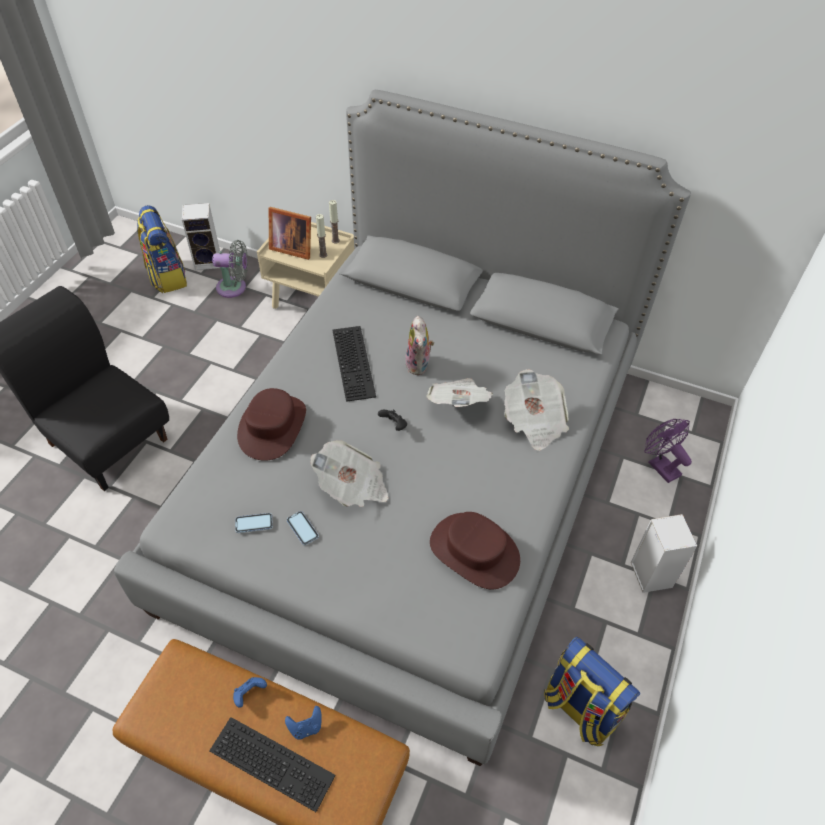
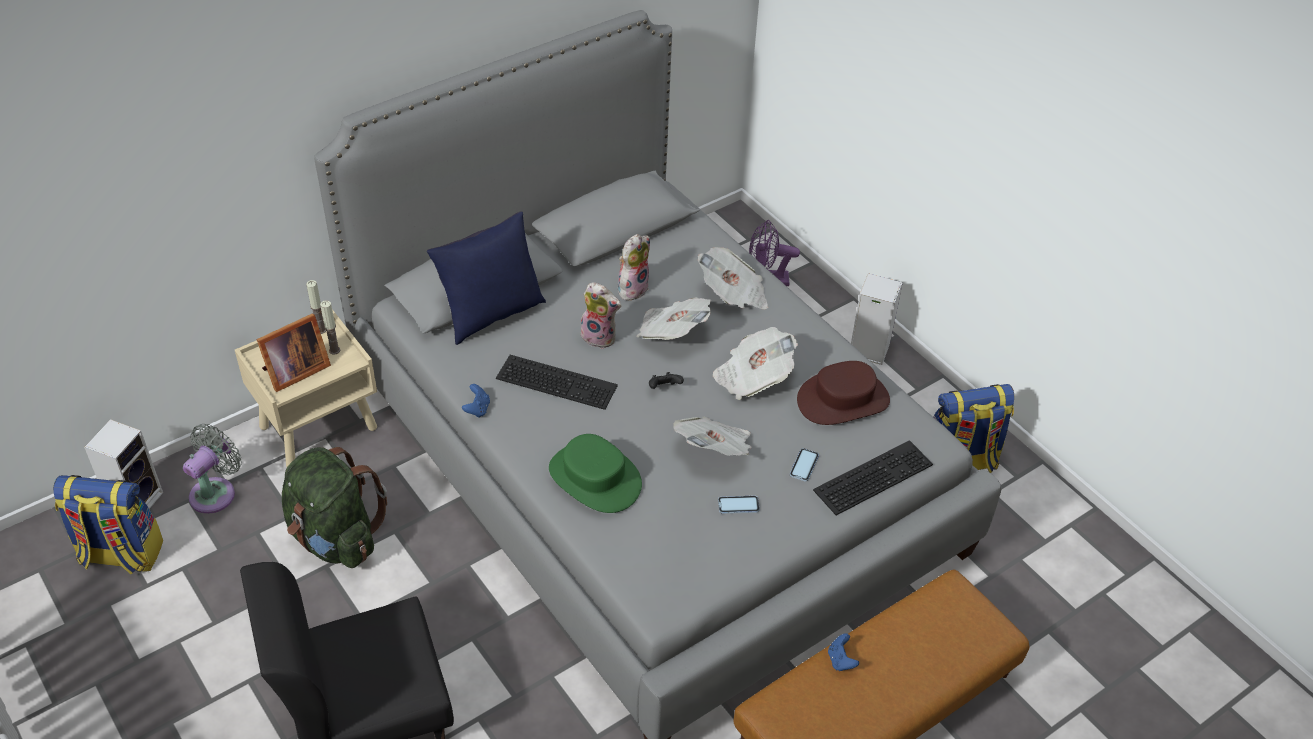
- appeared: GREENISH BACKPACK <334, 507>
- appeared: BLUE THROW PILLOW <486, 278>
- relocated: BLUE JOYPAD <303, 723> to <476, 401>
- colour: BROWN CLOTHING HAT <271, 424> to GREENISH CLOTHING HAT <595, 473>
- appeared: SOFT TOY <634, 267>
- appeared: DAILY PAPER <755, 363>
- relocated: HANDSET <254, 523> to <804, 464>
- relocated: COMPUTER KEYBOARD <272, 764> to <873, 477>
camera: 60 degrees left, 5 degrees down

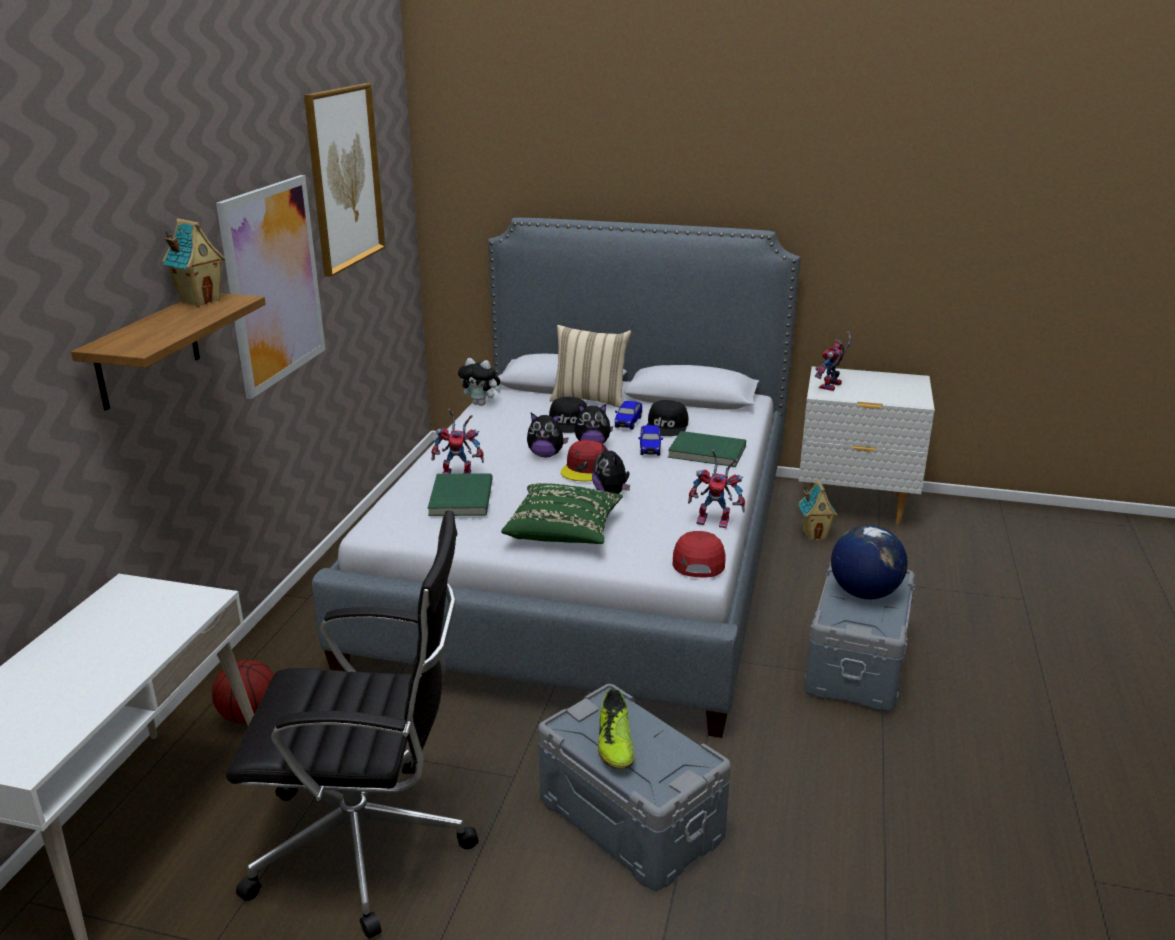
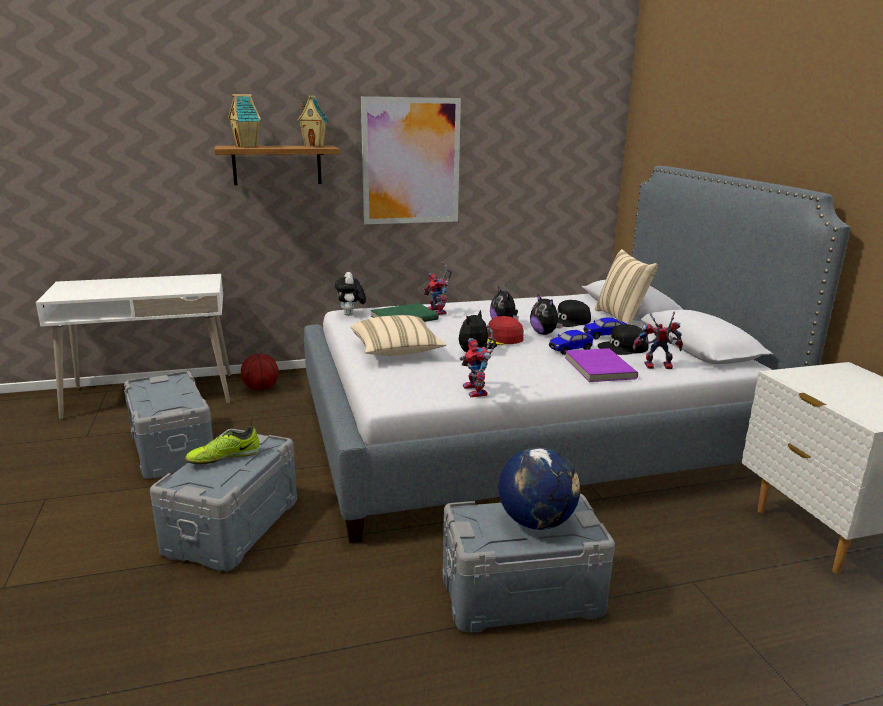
- exchanged: BLACK COMPUTER CHAIR <352, 724> to GRAY STORAGE BOX <168, 425>
- relocated: TOY HOUSE <818, 509> to <244, 120>
- relocated: SOFT TOY <479, 382> to <350, 294>
- colour: GREENISH THROW PILLOW <562, 513> to BEIGE THROW PILLOW <398, 335>
- colour: GREENISH VOLUME <707, 449> to PURPLE VOLUME <601, 365>
- relocated: TOY ROBOT <833, 361> to <658, 340>
- missing: WALL PICTURE <344, 180>
- missing: RED BASEBALL CAP <699, 554>
camera: 60 degrees right, 5 degrees down

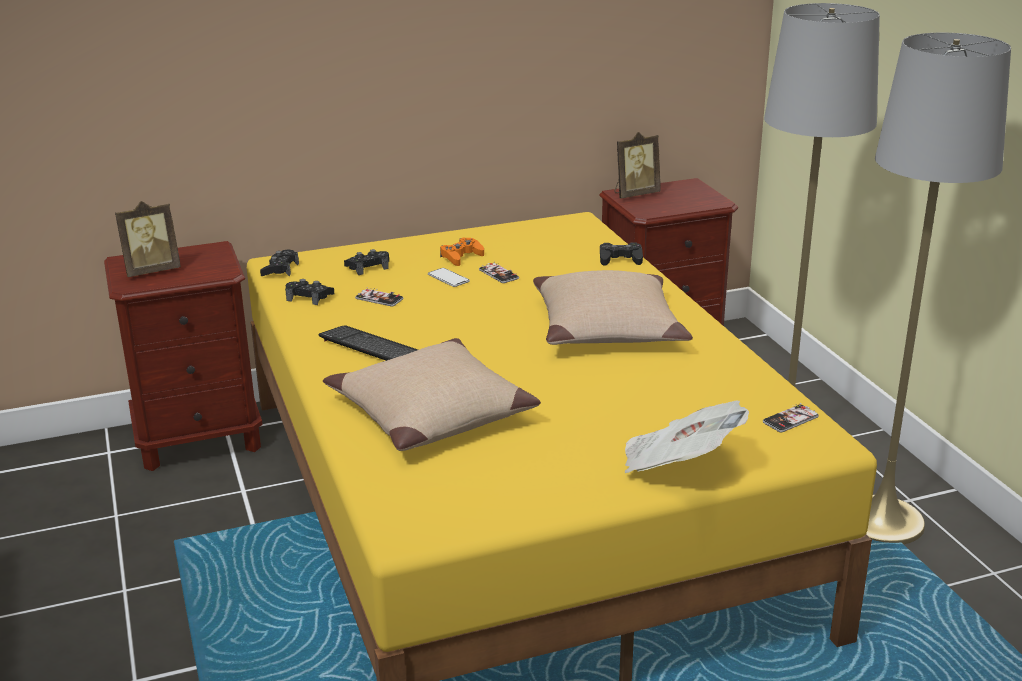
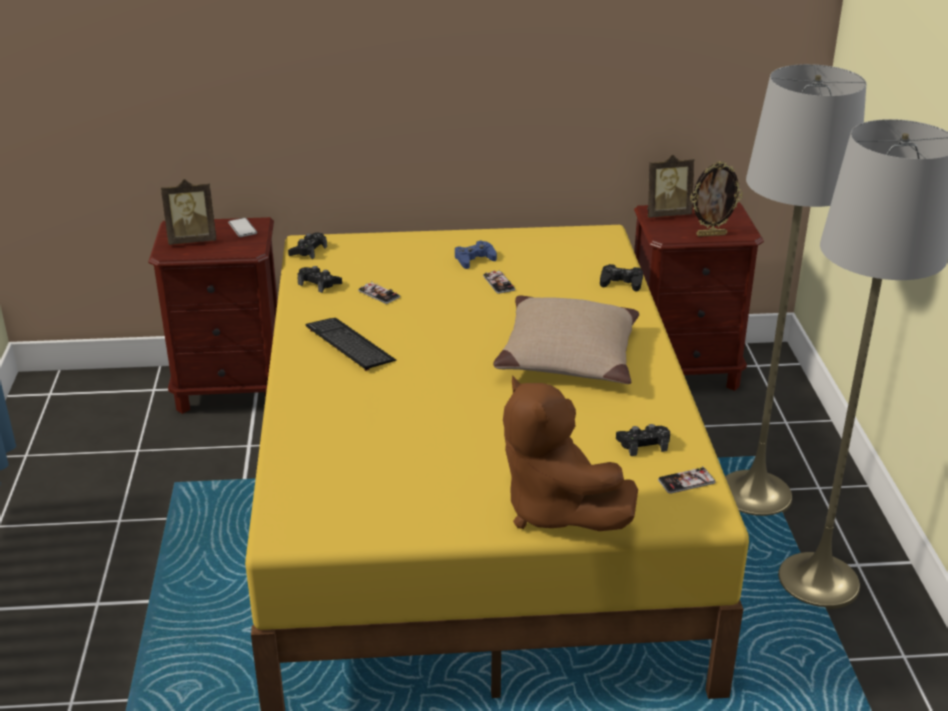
- relocated: HANDSET <449, 277> to <242, 227>
- colour: ORANGEY JOYPAD <462, 251> to BLUE JOYPAD <476, 255>
- exchanged: DAILY PAPER <686, 436> to BROWN SOFT TOY <570, 453>
- relocated: BLACK JOYPAD <366, 262> to <643, 440>
- appeared: PHOTO FRAME <716, 199>
- missing: BEIGE THROW PILLOW <432, 394>
camera: 15 degrees right, 5 degrees up

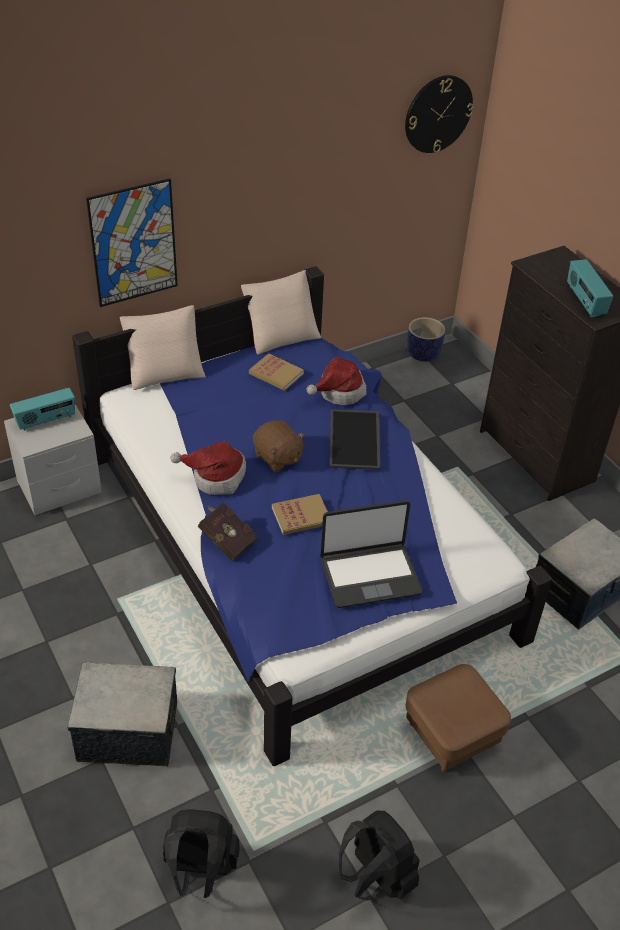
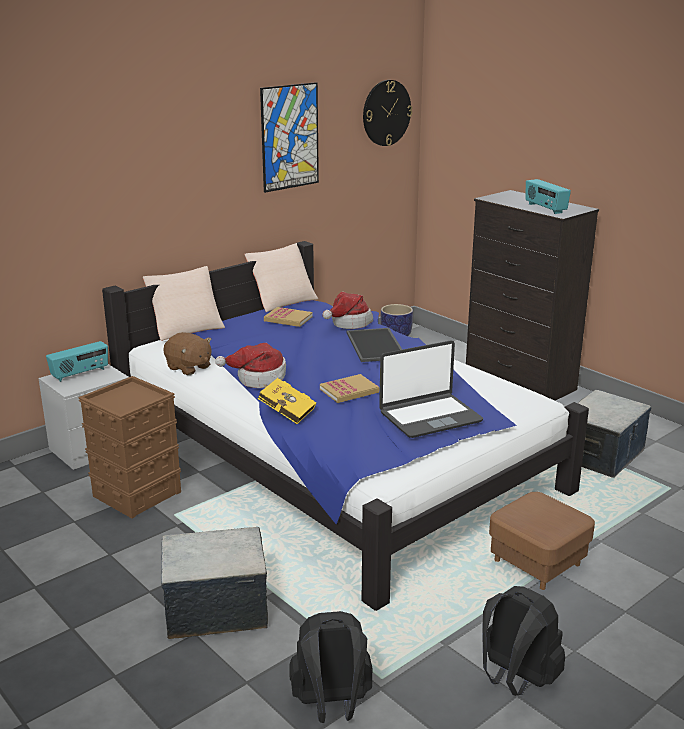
- appeared: BROWN STORAGE BOX <129, 447>
- relocated: BROWN SOFT TOY <279, 446> to <187, 353>
- colour: RED VOLUME <227, 532> to YELLOWISH VOLUME <287, 401>
- relocated: WALL PICTURE <132, 242> to <289, 137>
camera: 10 degrees left, 20 degrees down

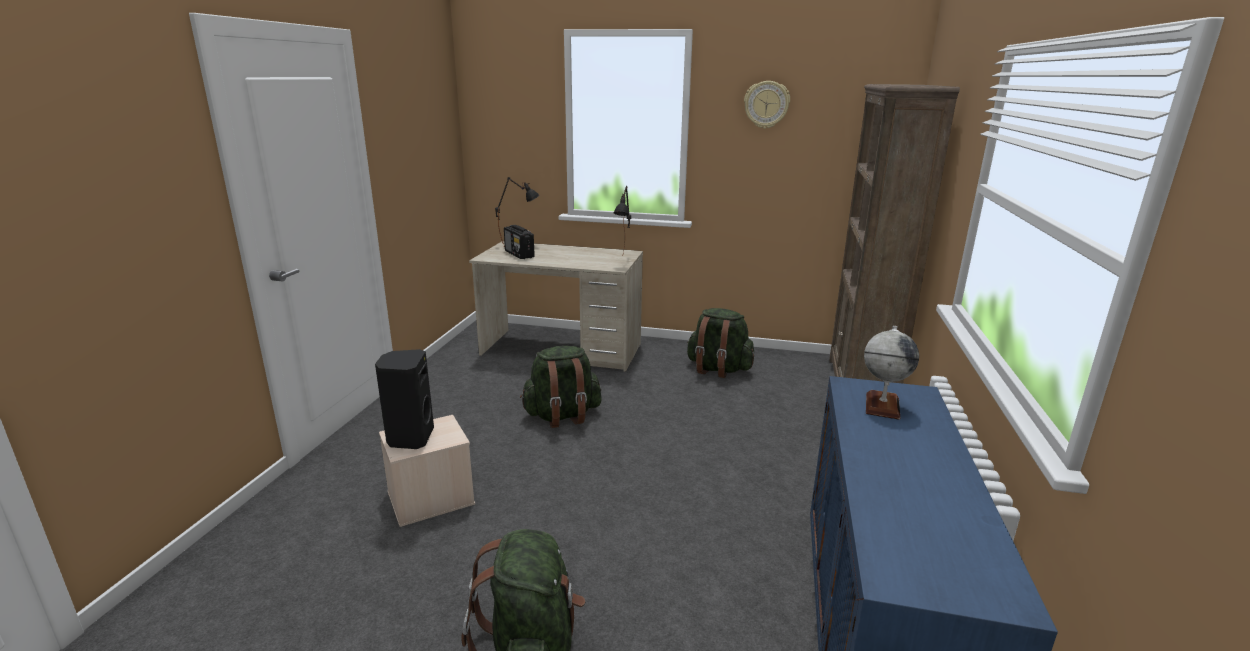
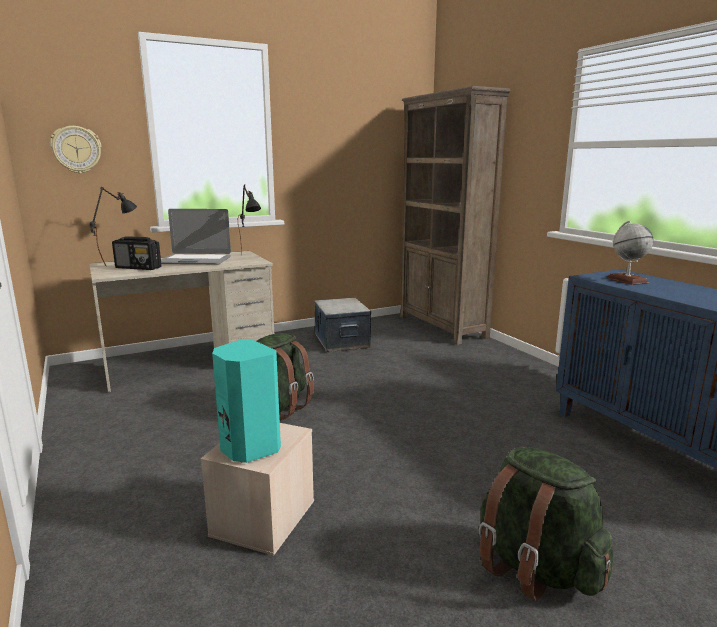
- relocated: CLOCK ON THE WALL <767, 105> to <75, 150>
- appeared: PORTABLE COMPUTER <196, 236>
- colour: BLACK LOUDSPEAKER <404, 399> to TURQUOISE LOUDSPEAKER <246, 401>
- exchanged: GREENISH BACKPACK <720, 343> to STORAGE BOX <342, 325>
camera: 40 degrees left, 5 degrees down

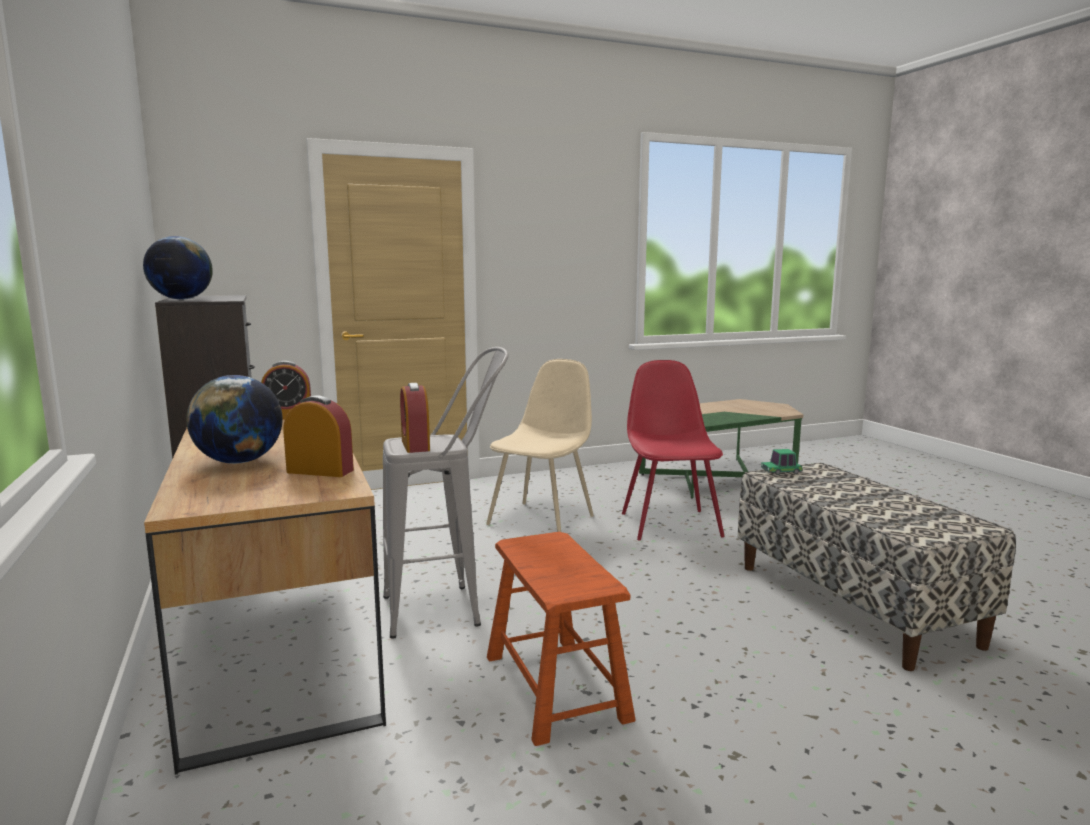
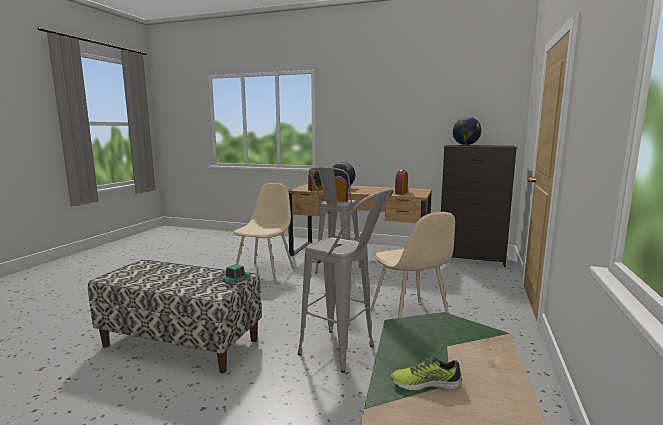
- exchanged: BROWN STOOL SEAT <561, 639> to BEIGE UPRIGHT CHAIR <264, 232>
- exchanged: RED UPRIGHT CHAIR <673, 450> to GRAY STOOL SEAT <346, 281>
- appeared: ITEM OF FOOTWEAR <426, 373>
camera: 130 degrees right, 0 degrees up

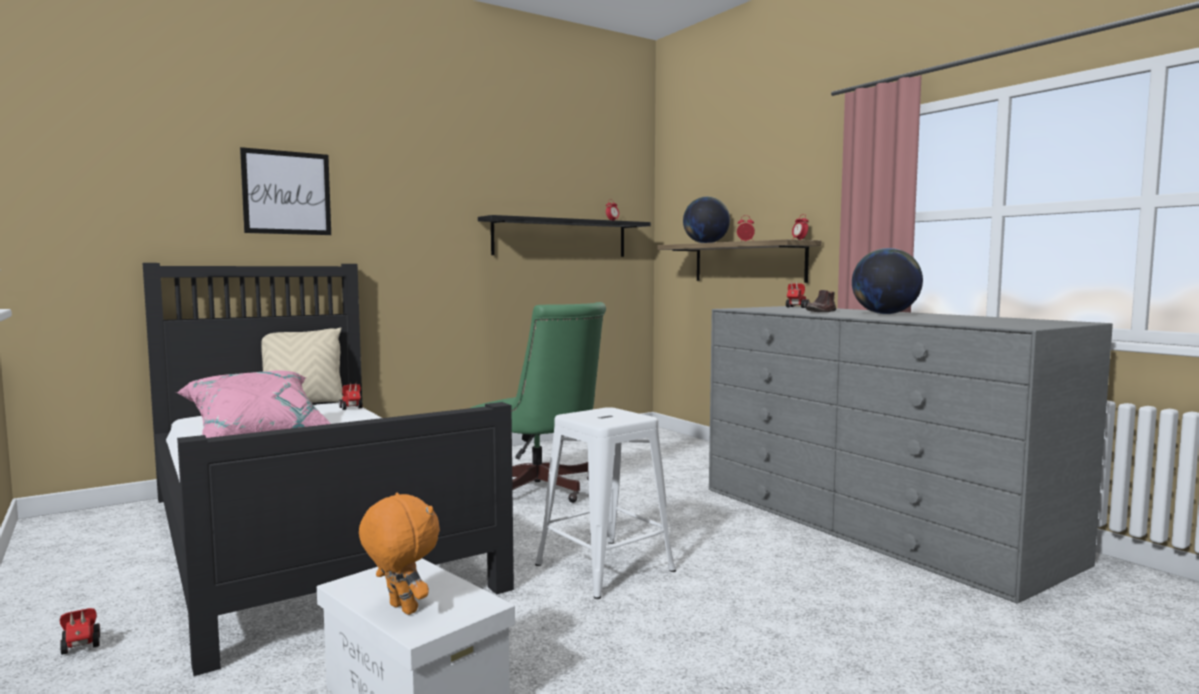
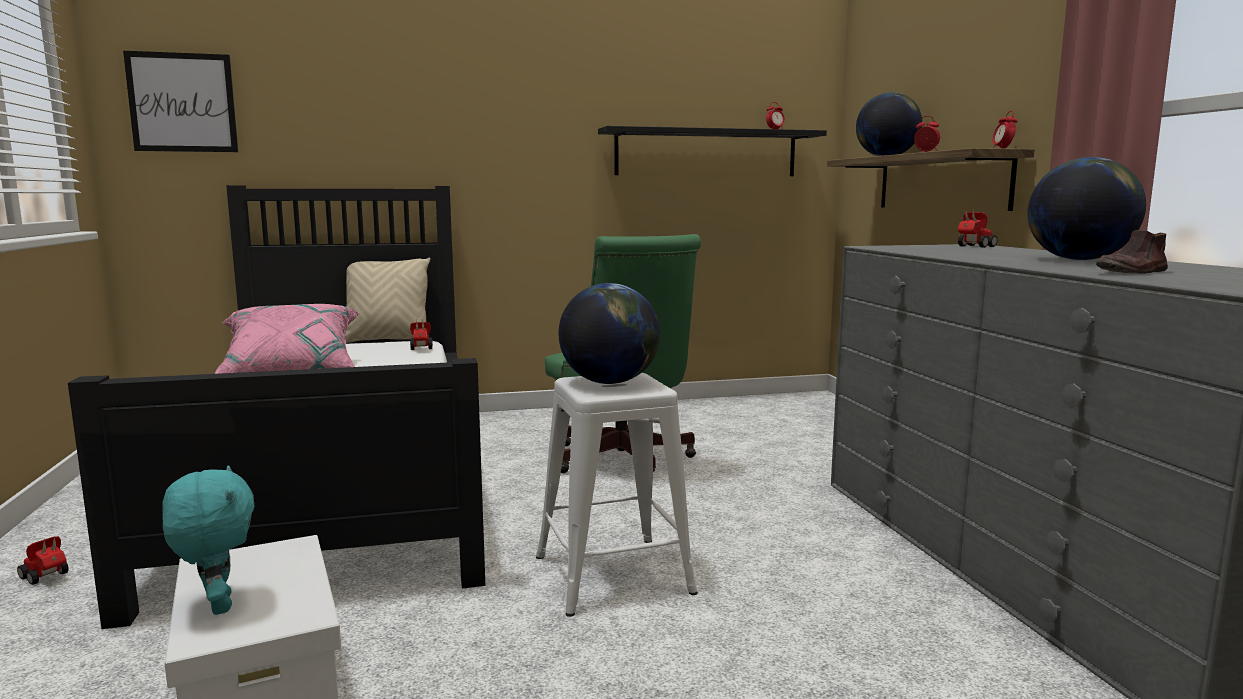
- spun: TOY CAR <80, 631> = <43, 560> 45 degrees counterclockwise
- relocated: WALL PICTURE <285, 191> to <180, 101>
- colour: ORANGEY SOFT TOY <399, 554> to TURQUOISE SOFT TOY <208, 540>
- appeared: GLOBE <609, 333>
- relocated: BROWN ITEM OF FOOTWEAR <821, 301> to <1132, 252>
camera: 20 degrees right, 5 degrees up

